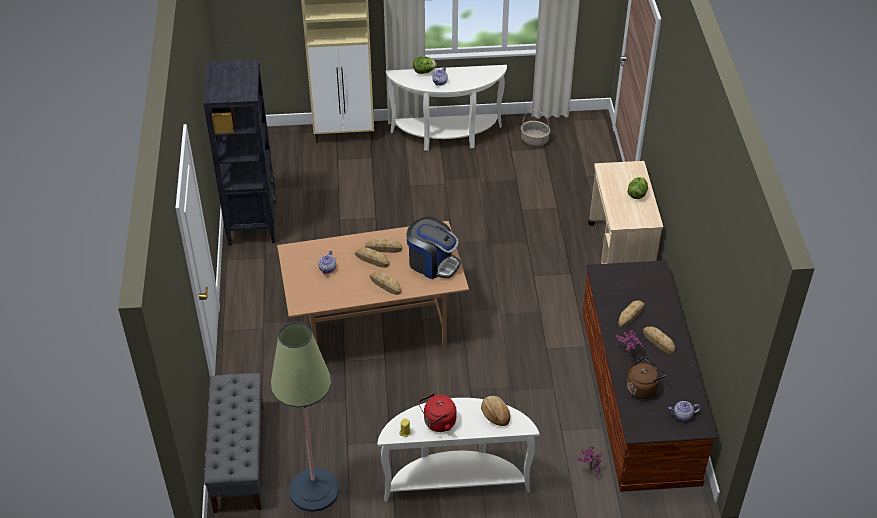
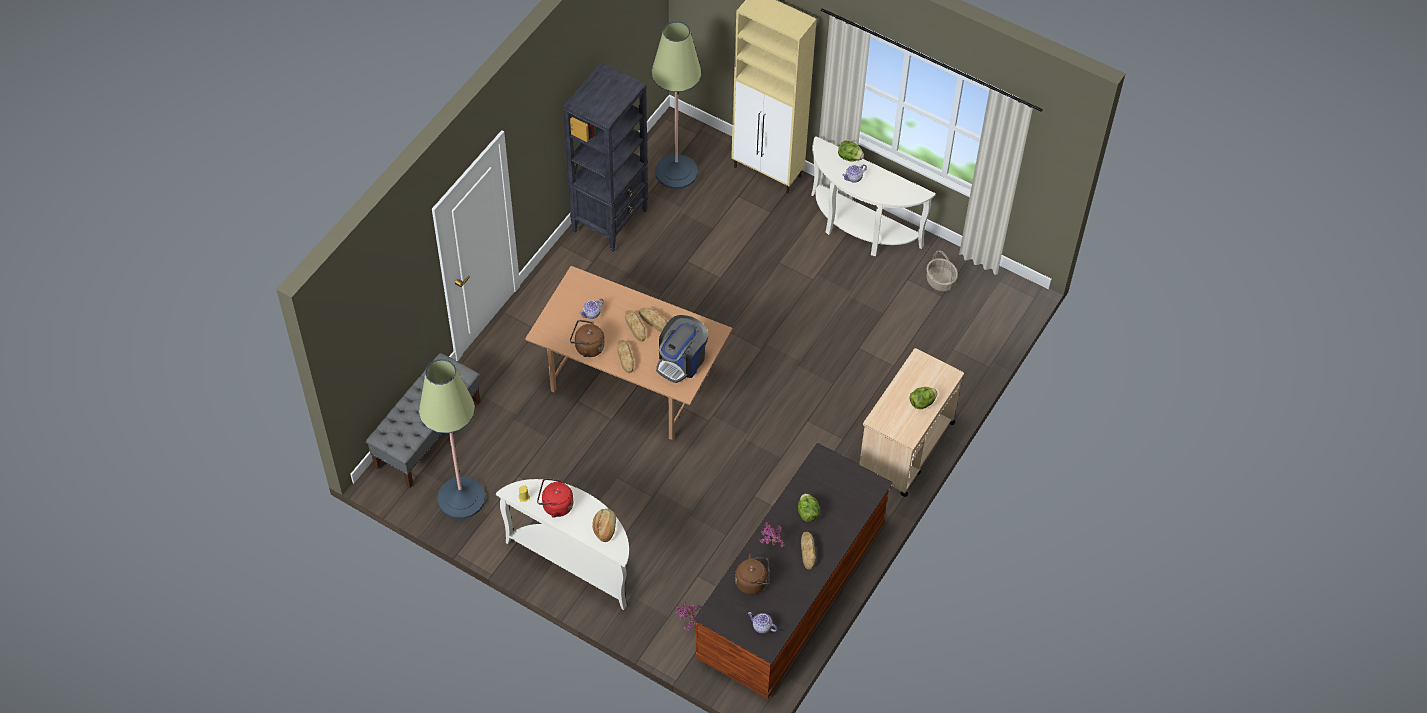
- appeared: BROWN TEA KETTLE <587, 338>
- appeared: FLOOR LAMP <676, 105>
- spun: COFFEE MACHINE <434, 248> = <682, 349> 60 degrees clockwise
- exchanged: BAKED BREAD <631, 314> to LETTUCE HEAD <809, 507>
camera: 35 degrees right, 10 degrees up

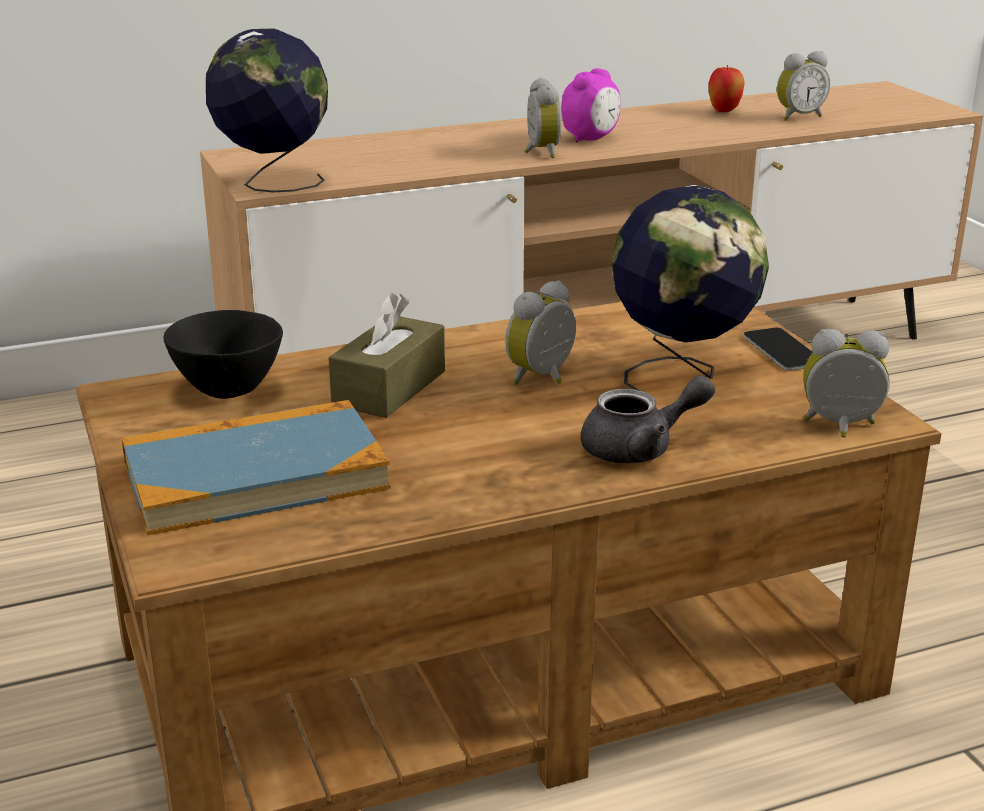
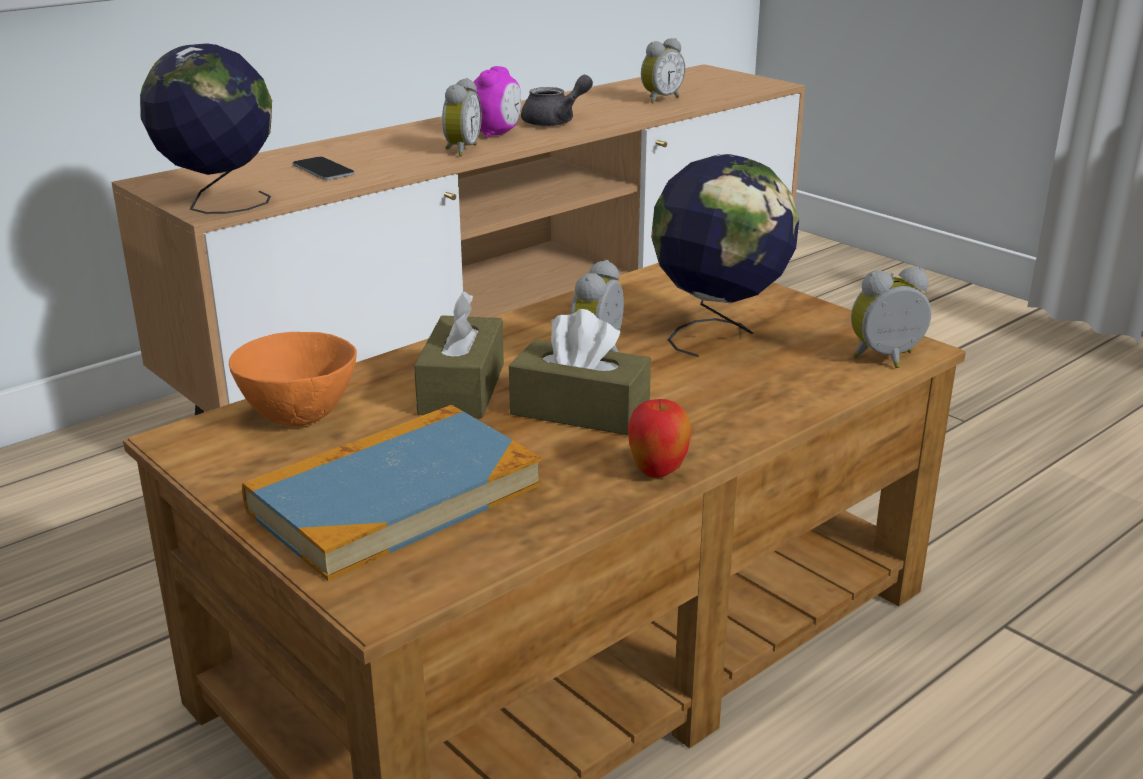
- colour: BLACK BOWL <223, 354> to ORANGEY BOWL <293, 379>
- relocated: HANDSET <778, 349> to <323, 168>
- spun: ALARM CLOCK <543, 118> = <462, 117> 45 degrees clockwise
- appeared: BROWN BOX OF TISSUES <580, 372>
- relocated: GRAY TEAPOT <648, 419> to <557, 101>
- relocated: WHOLE APPLE <727, 88> to <660, 438>
camera: 20 degrees left, 0 degrees up

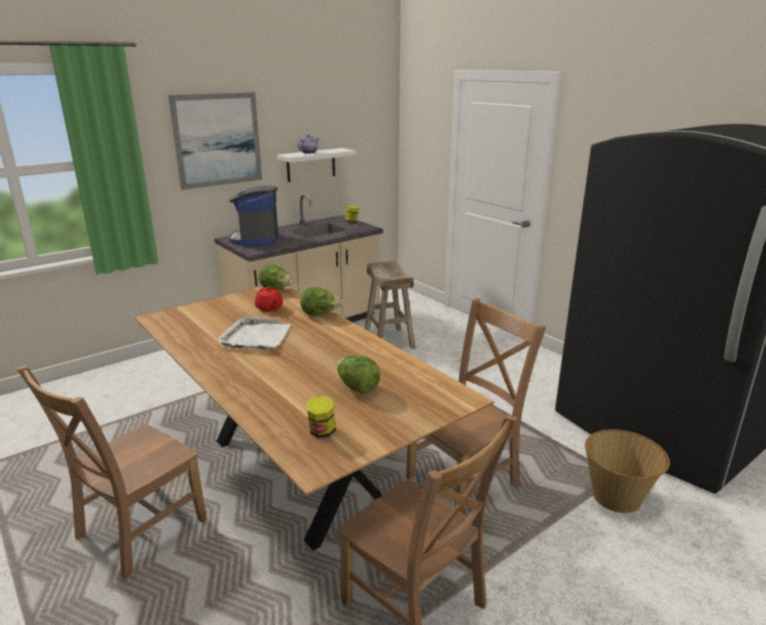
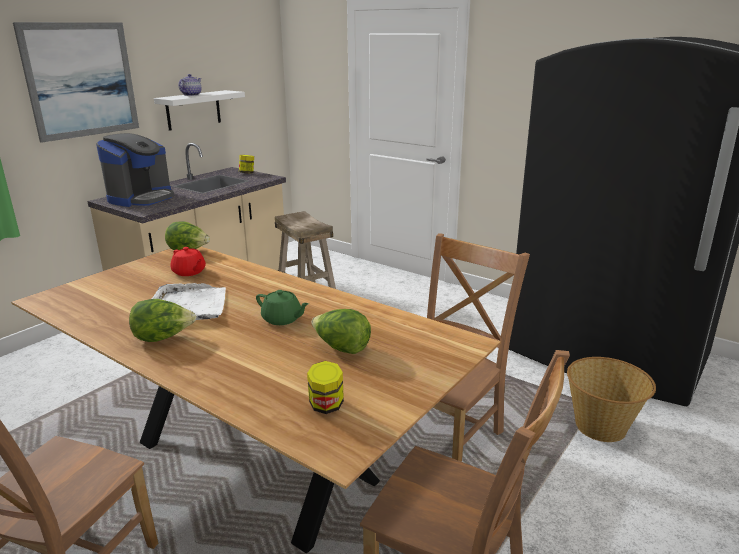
- spun: COFFEE MACHINE <254, 216> = <135, 170> 135 degrees counterclockwise
- relocated: LETTUCE HEAD <321, 301> to <162, 320>
- appeared: GREENISH TEAPOT <282, 307>
camera: 15 degrees left, 0 degrees up

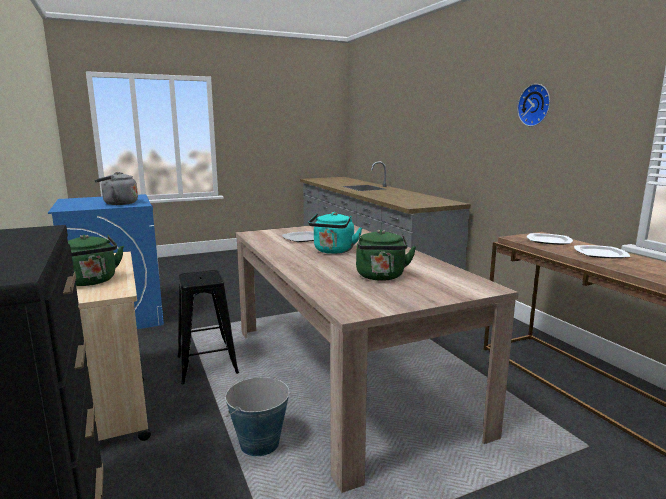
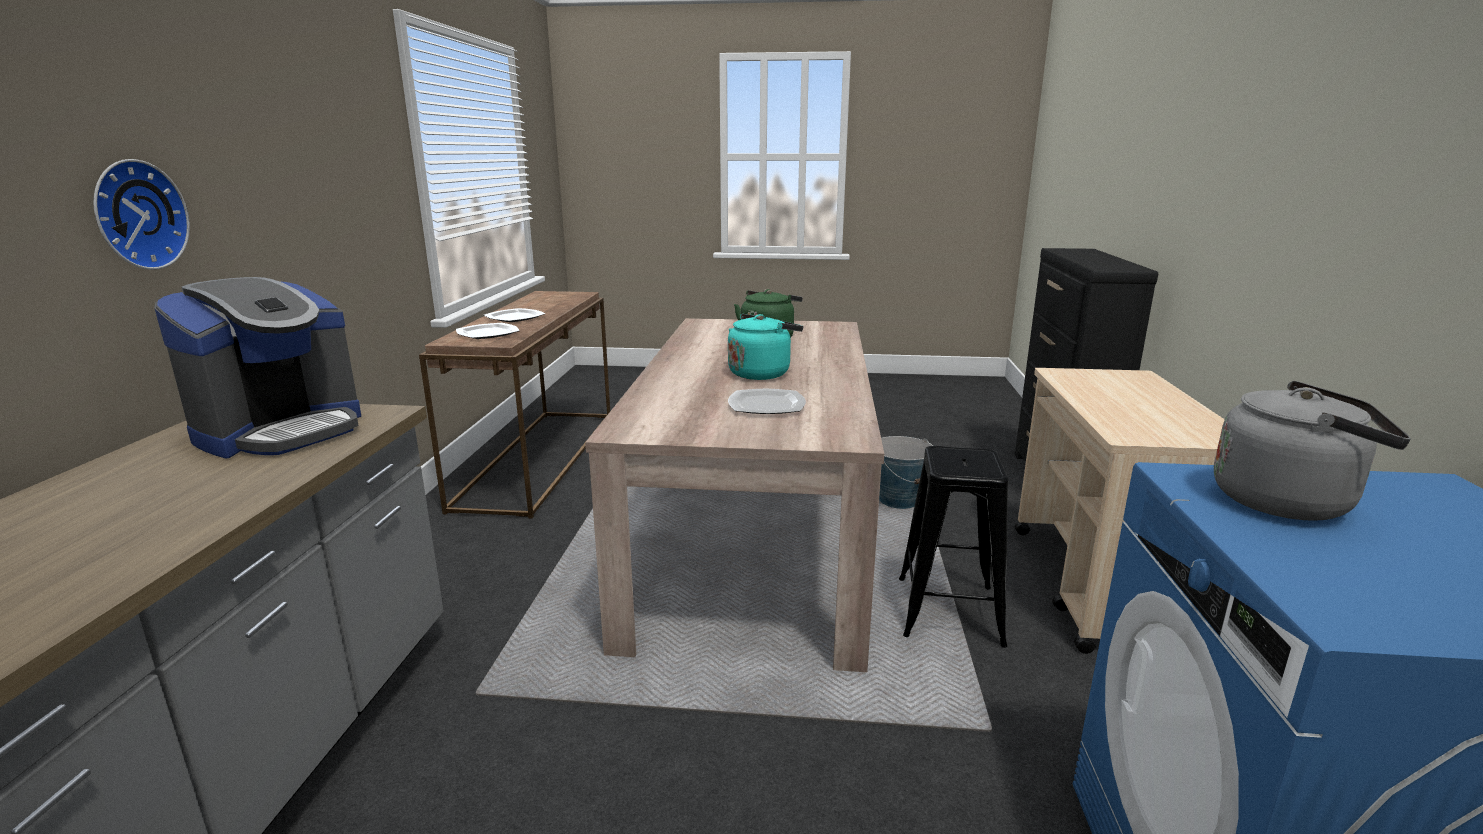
- relocated: CLOCK ON THE WALL <533, 105> to <141, 214>
- appeared: COFFEE MACHINE <257, 368>
- missing: GREENISH TEA KETTLE <96, 260>
camera: 150 degrees left, 5 degrees up

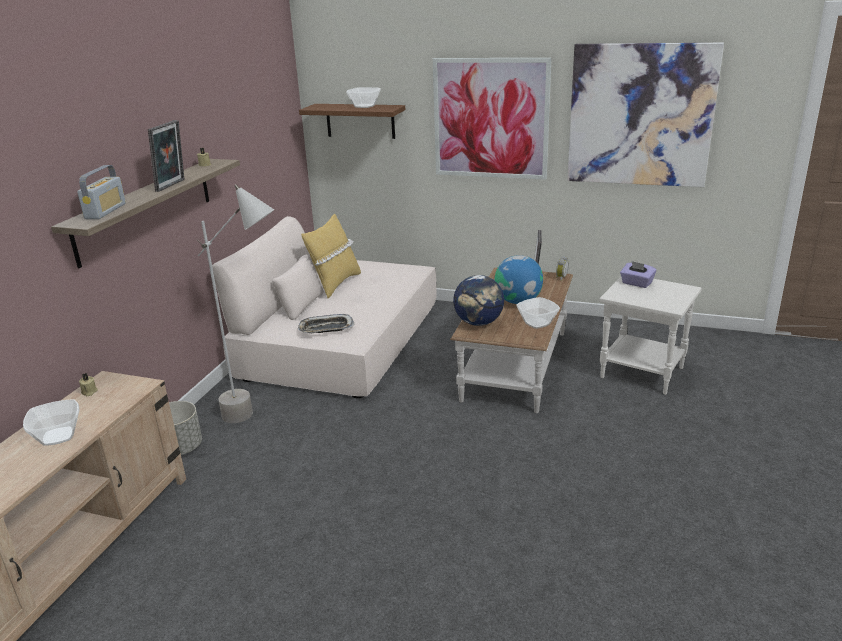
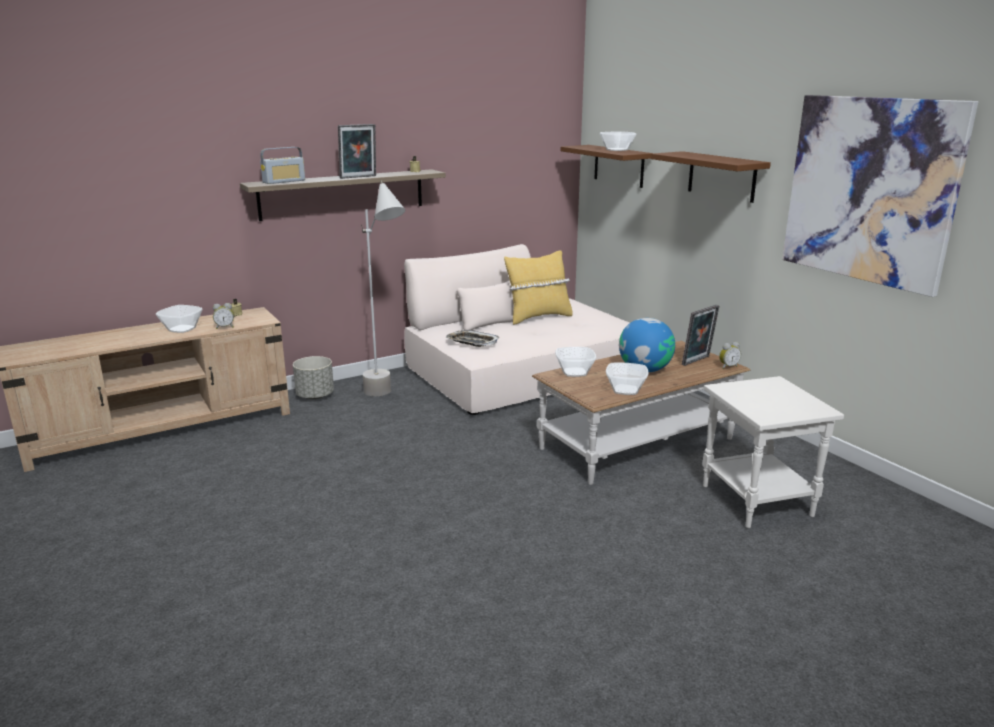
- appeared: ALARM CLOCK <223, 316>
- exchanged: GLOBE <478, 300> to BOWL <575, 362>
- exchanged: WALL PICTURE <492, 119> to BROWN WALL SHELF <711, 177>
- missing: PURPLE BOX OF TISSUES <638, 274>
camera: 40 degrees right, 5 degrees down

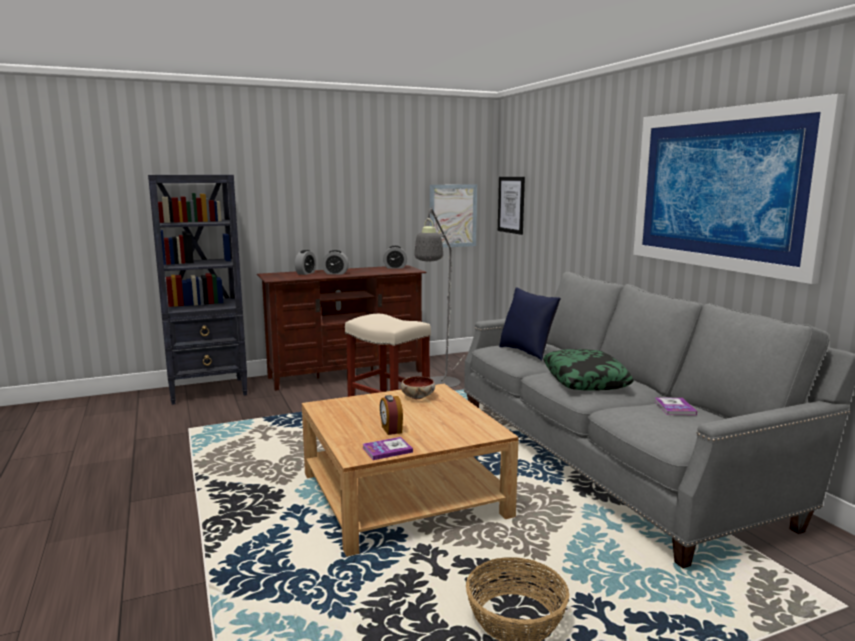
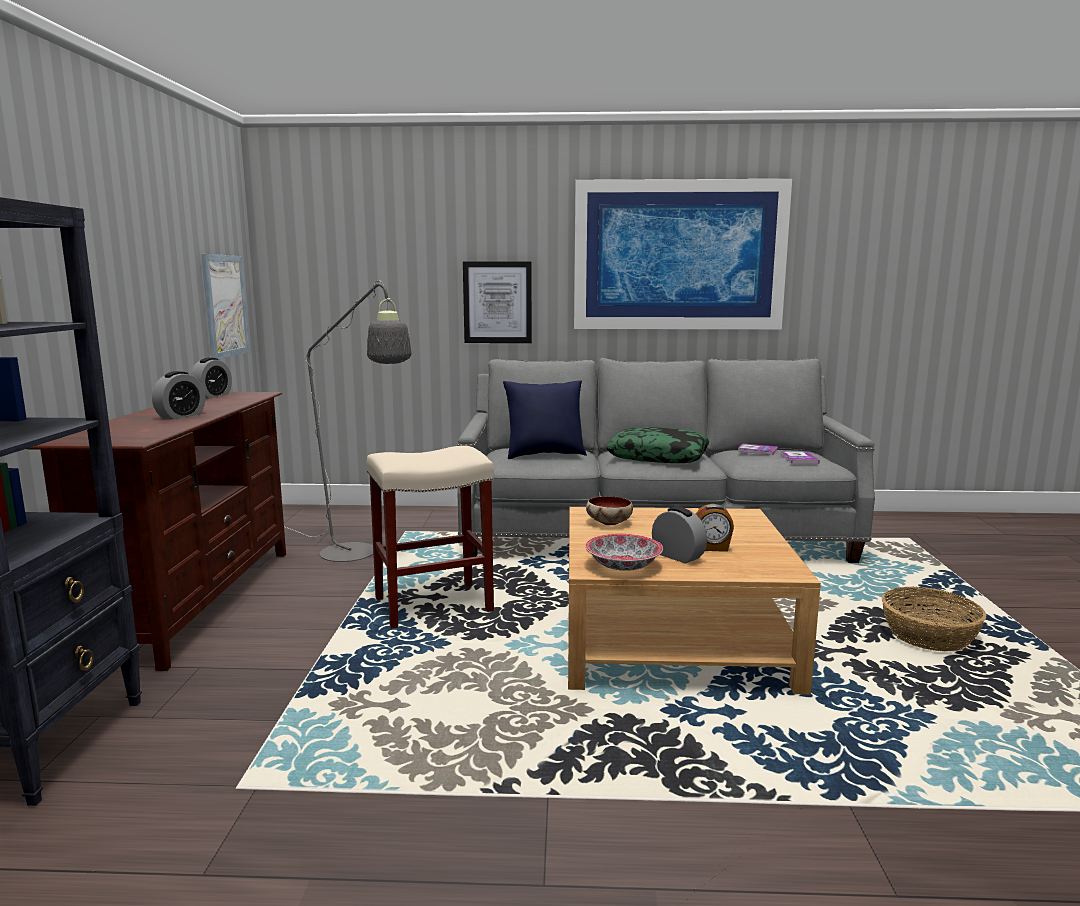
- relocated: WALL PICTURE <511, 206> to <497, 302>
- appeared: BOWL <624, 552>
- relocated: ALARM CLOCK <305, 262> to <679, 535>
- relocated: VOLUME <388, 448> to <800, 458>
camera: 65 degrees left, 0 degrees up

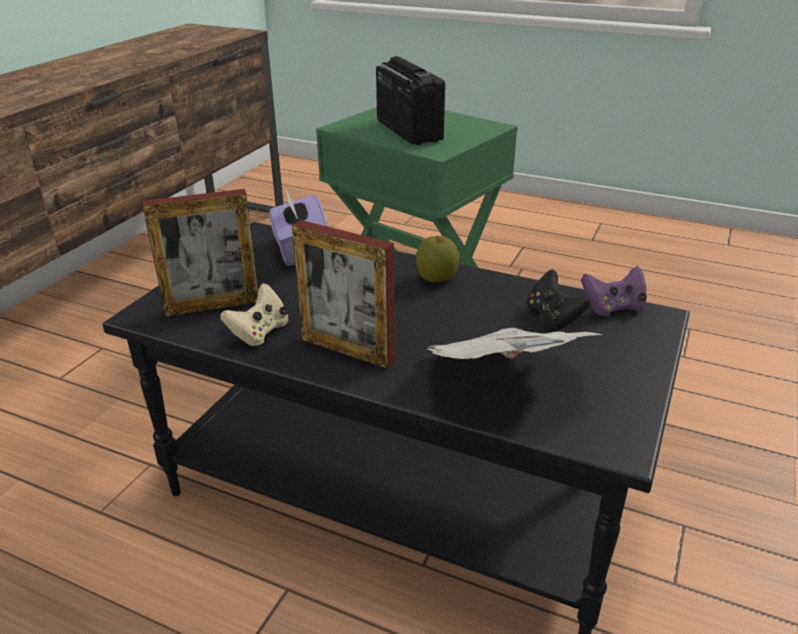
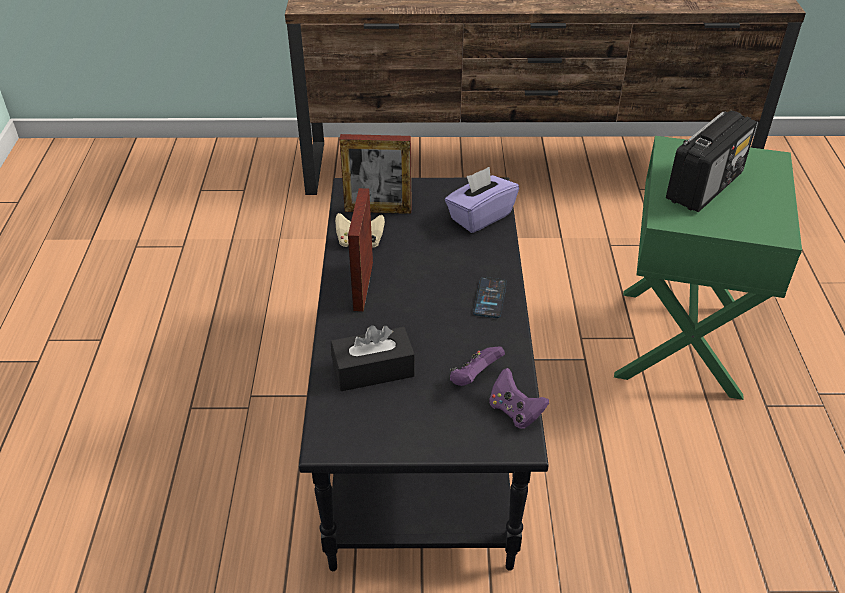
- exchanged: DAILY PAPER <515, 343> to BLACK BOX OF TISSUES <373, 358>
- spun: PHOTO FRAME <200, 253> = <375, 174> 45 degrees counterclockwise
- colour: BLACK JOYPAD <559, 299> to PURPLE JOYPAD <477, 366>
- exchanged: WHOLE APPLE <438, 258> to HANDSET <490, 297>
camera: 65 degrees right, 10 degrees up

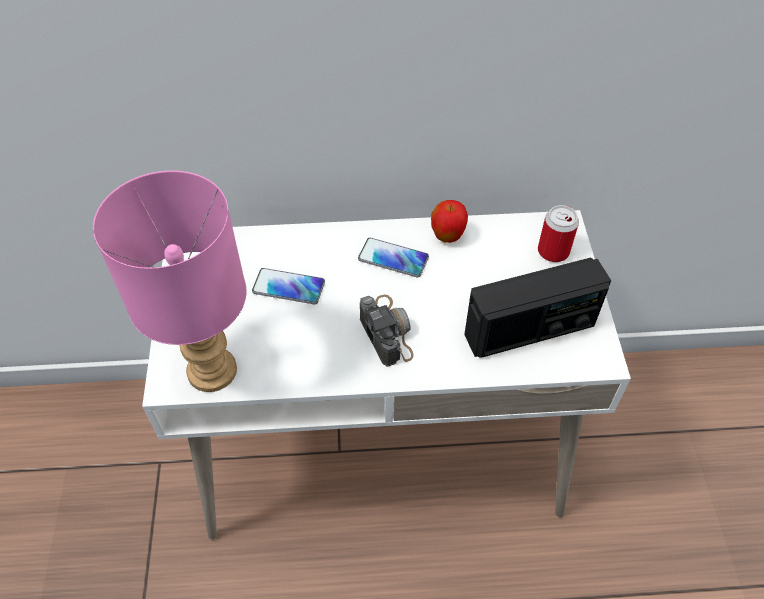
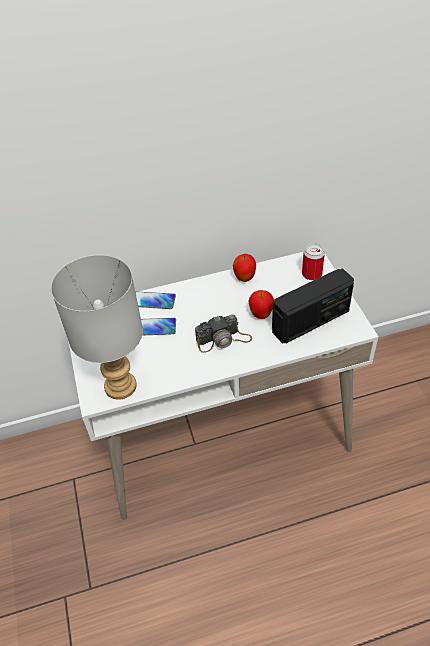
- colour: PINK TABLETOP LAMP <169, 281> to GRAY TABLETOP LAMP <97, 327>
- relocated: HANDSET <393, 257> to <155, 300>
- spun: PHOTO CAMERA <387, 330> = <223, 334> 105 degrees clockwise
- appeared: WHOLE APPLE <261, 304>
camera: 10 degrees left, 5 degrees down

